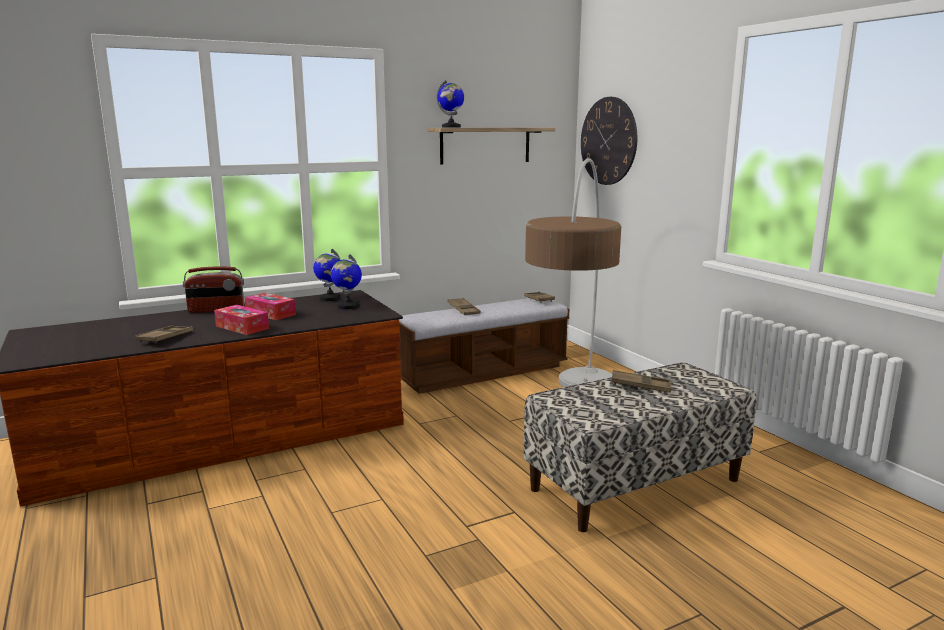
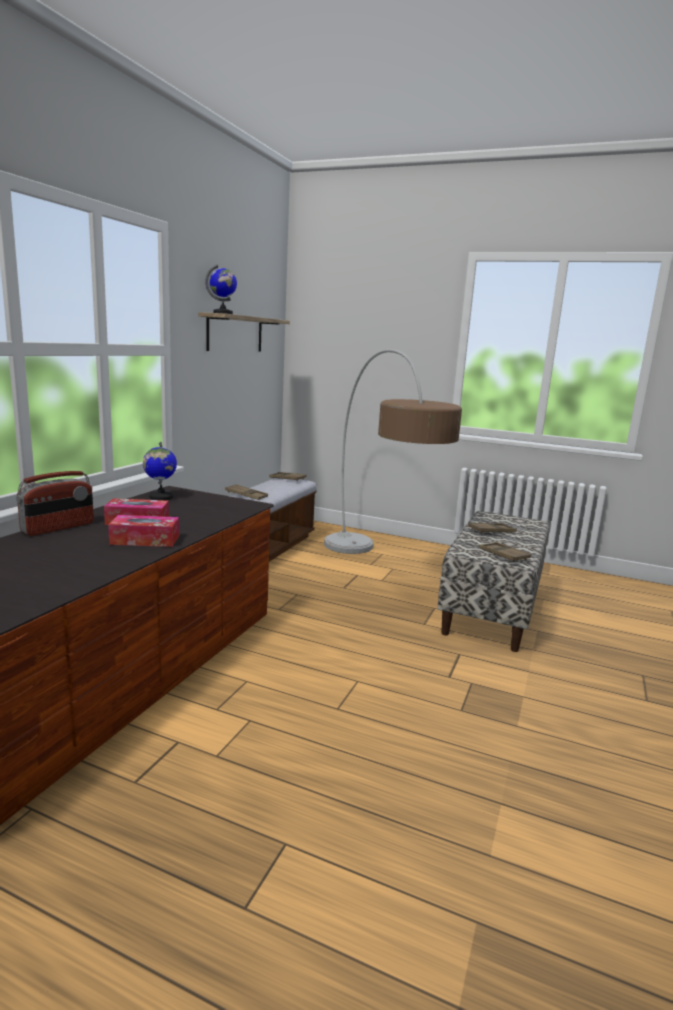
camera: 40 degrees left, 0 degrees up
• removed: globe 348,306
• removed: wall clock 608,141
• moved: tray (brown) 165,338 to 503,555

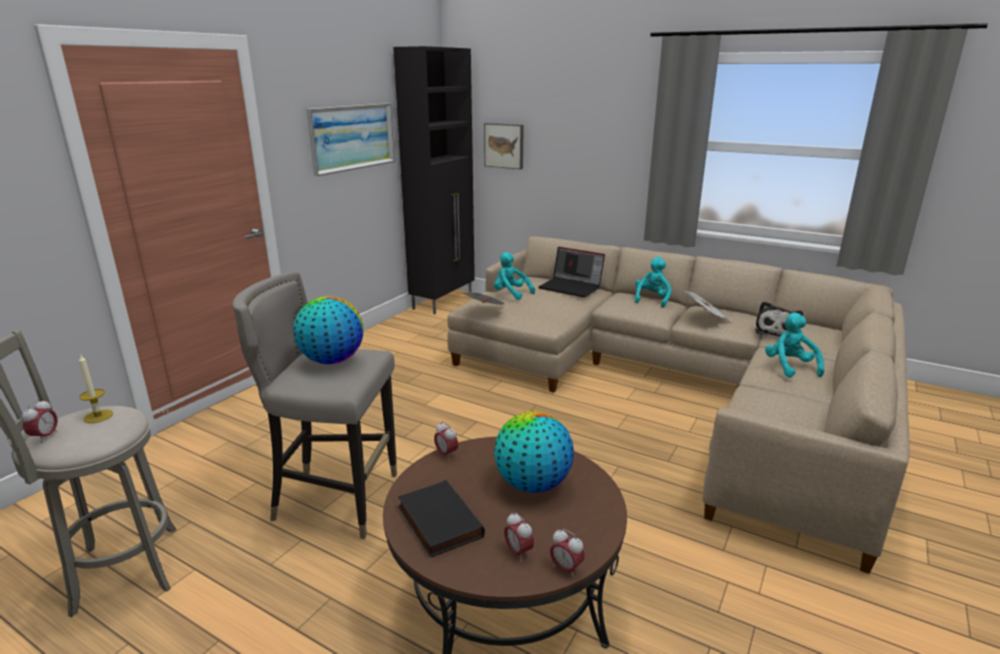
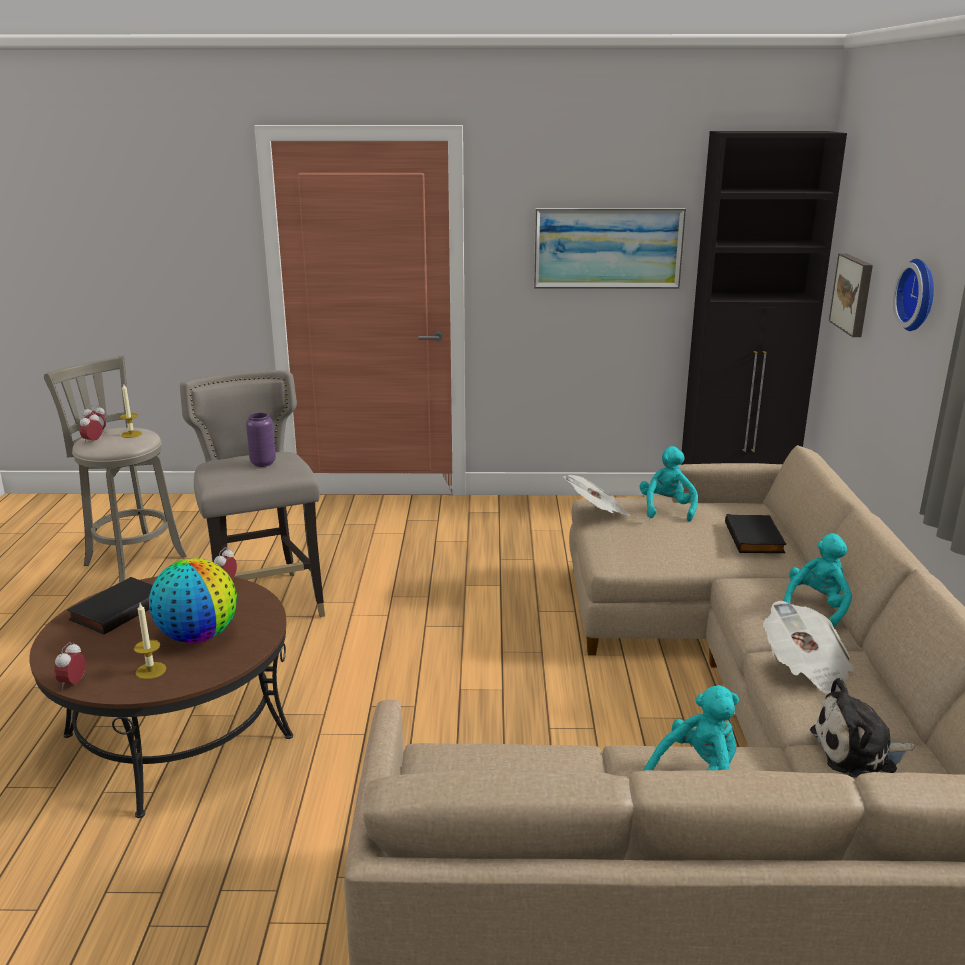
camera: 60 degrees right, 0 degrees up
• added: candle 151,670
• added: wall clock 919,295
• moved: alarm clock 518,552 to 93,441
• replaced: globe 332,360 to vase (purple) 263,463
• replaced: laptop 571,287 to book (black) 755,538
• turned: plush toy (turquoise) 652,299 = 816,608 45 degrees counterclockwise

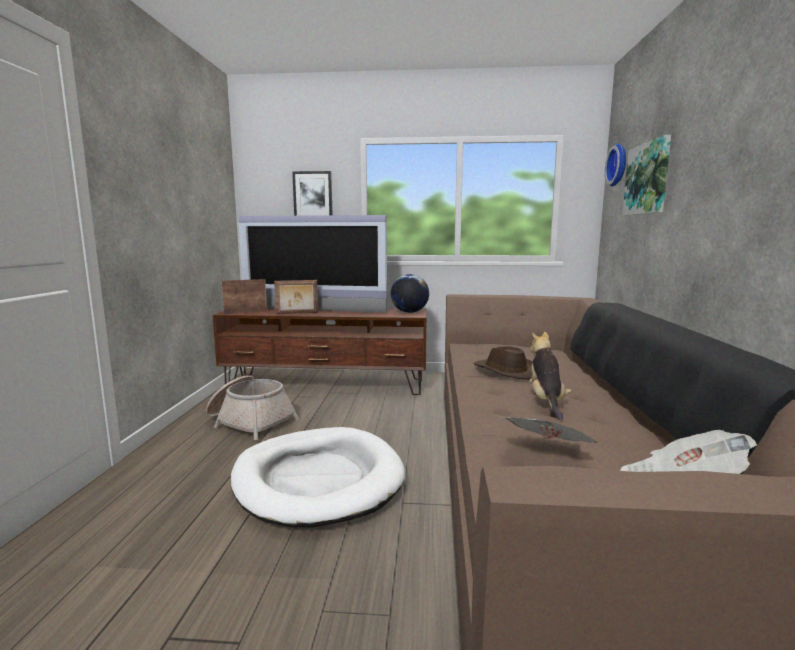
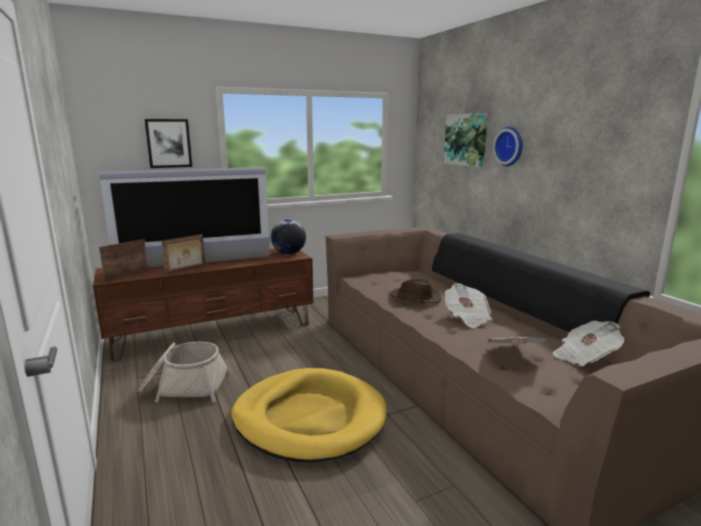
camera: 30 degrees left, 5 degrees up
• moved: wall clock 619,165 to 510,146
• replaced: plush toy 546,401 to newspaper 467,317
• recoloured: dog bed (white) 318,480 to dog bed (yellow) 309,418

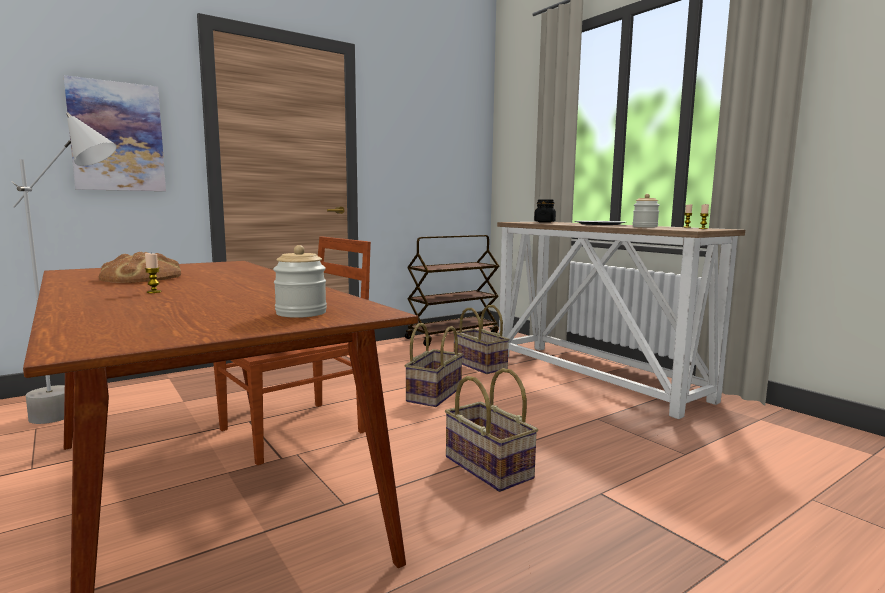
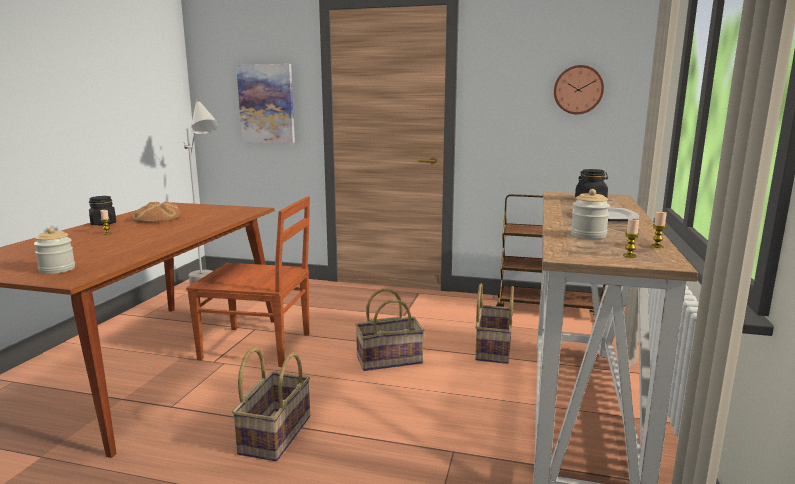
camera: 50 degrees right, 5 degrees up
• added: jar (black) 103,223
• added: wall clock 578,90

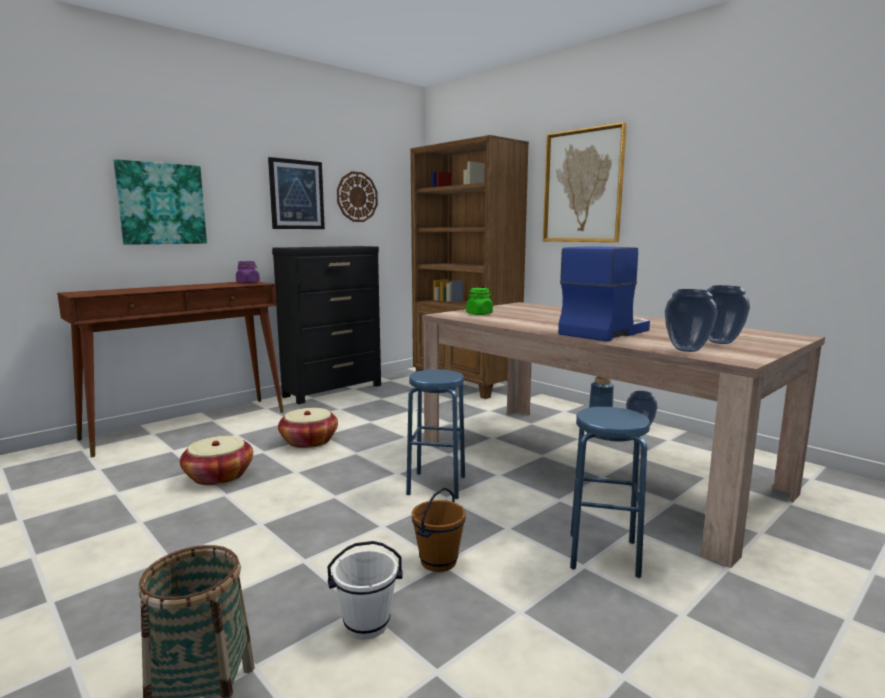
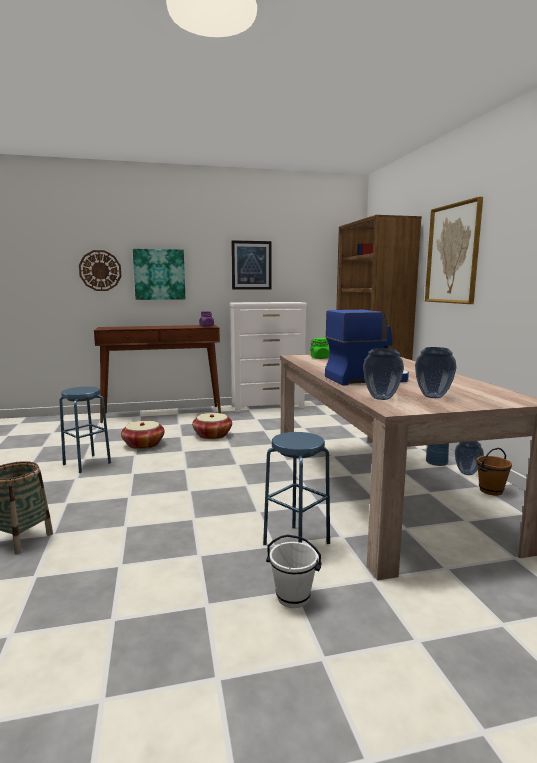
camera: 30 degrees right, 0 degrees up
• moved: bucket (white) 367,624 to 293,597
• moved: wall clock 357,197 to 100,270
• moved: stool (blue) 436,485 to 87,463
• moved: bucket (brown) 438,561 to 490,490
• recoloured: dresser (black) 334,391 to dresser (white) 268,407

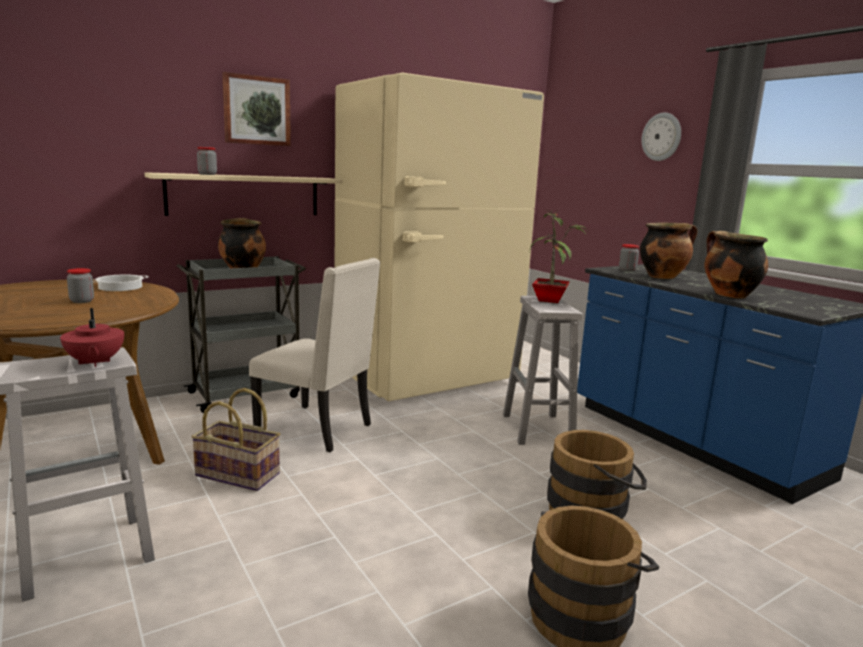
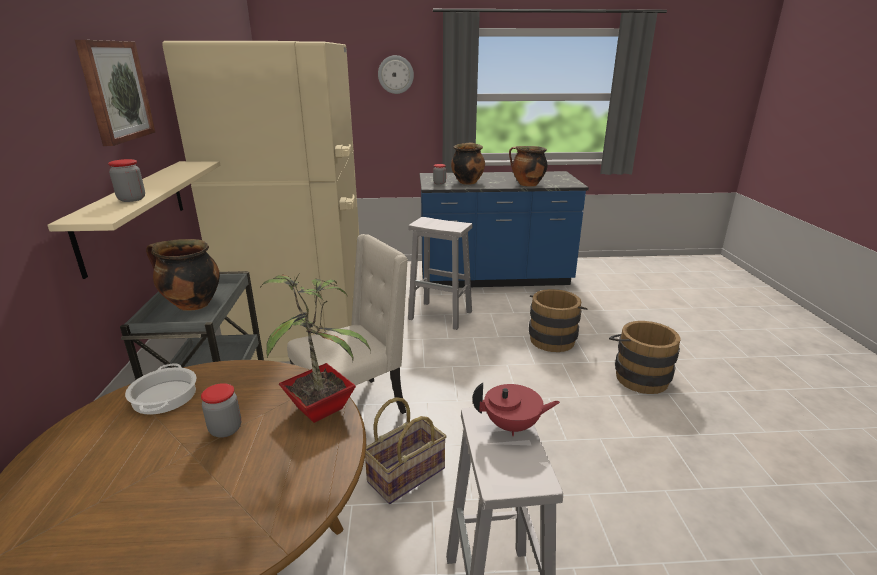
camera: 60 degrees left, 10 degrees up
• moved: potted plant 551,300 to 322,407

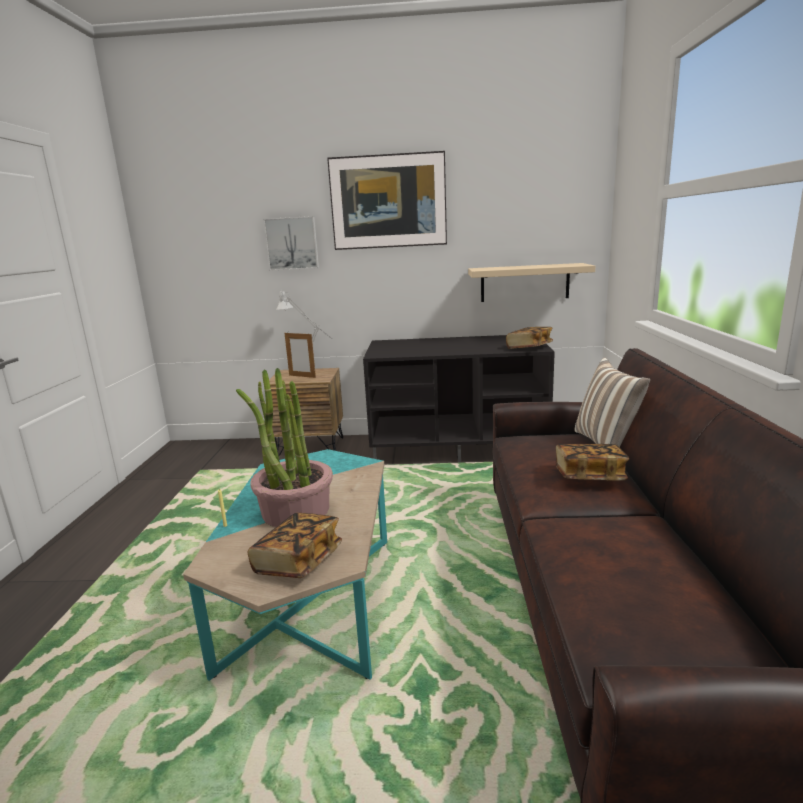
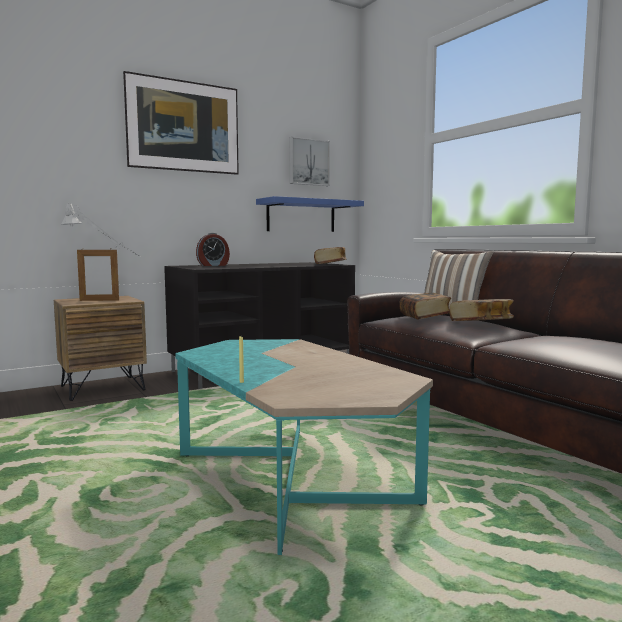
camera: 35 degrees left, 10 degrees down
• removed: potted plant 295,511
• added: alarm clock 213,265
• moved: book 298,561 to 425,317
• moved: picture 292,243 to 308,162
• recoloured: shelf (beige) 524,282 to shelf (blue) 301,216

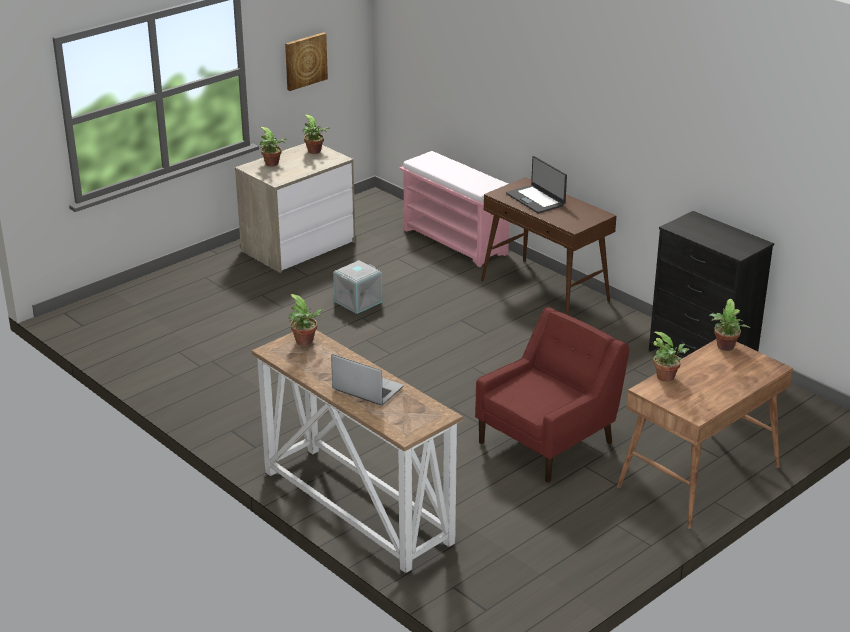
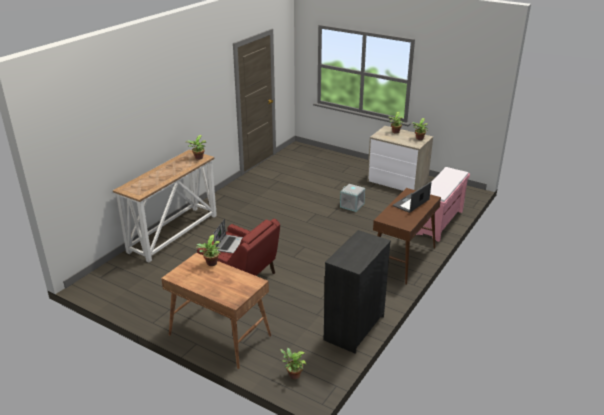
camera: 75 degrees right, 0 degrees up
• removed: picture 305,61
• moved: laptop 366,389 to 229,244
• moved: potted plant 725,348 to 293,375

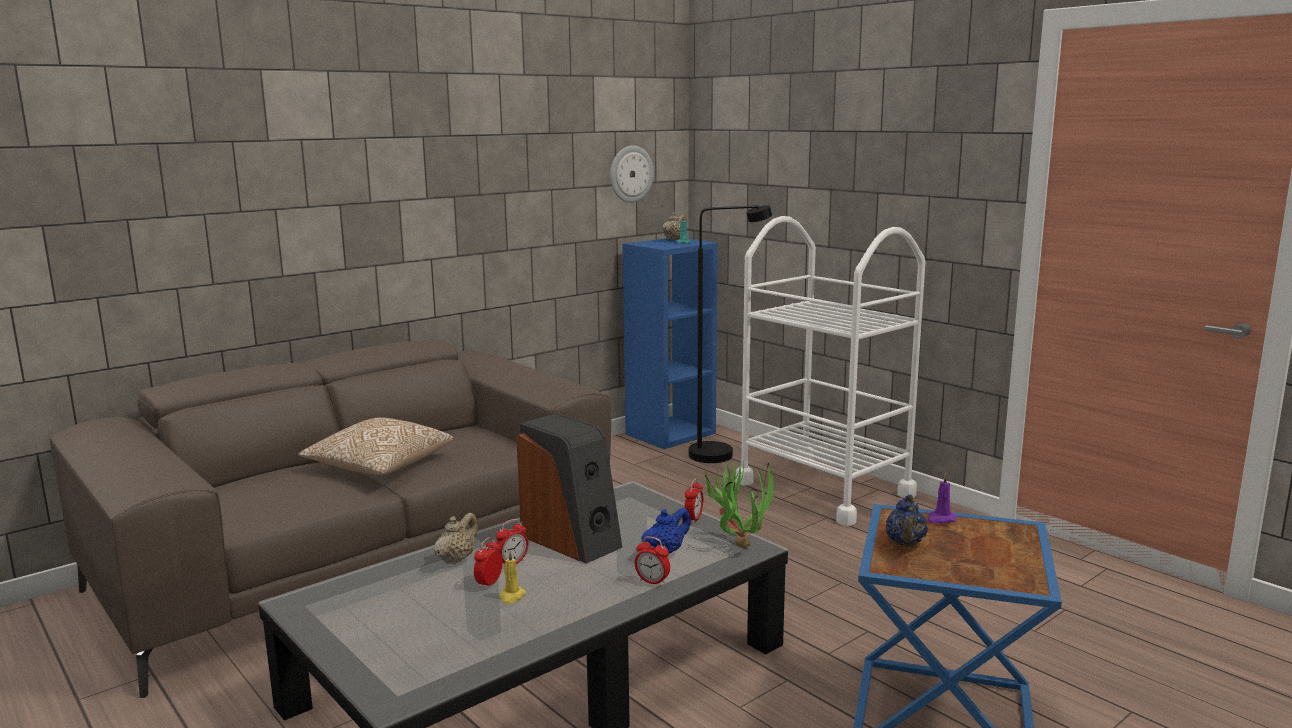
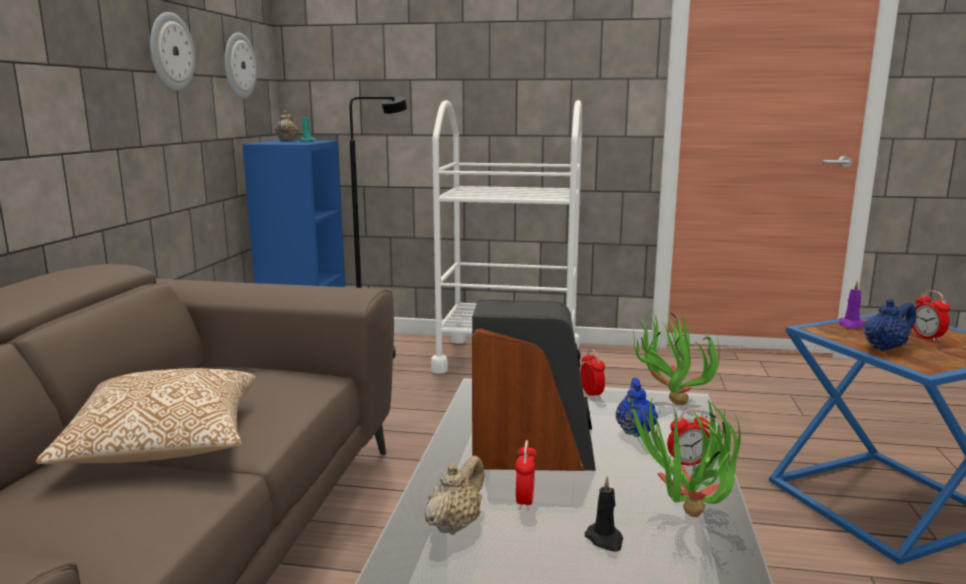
camera: 40 degrees left, 0 degrees up
• added: wall clock 170,52
• added: potted plant 684,520
• moved: alarm clock 489,583 to 927,337
• recoloured: candle (yellow) 511,596 to candle (black) 605,539
• turned: teapot (beige) 457,559 = 455,524 45 degrees clockwise
• turned: teapot (blue) 905,544 = 885,347 90 degrees counterclockwise

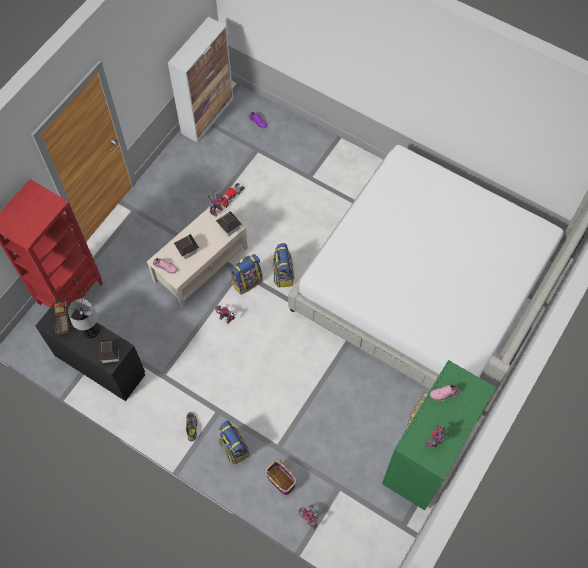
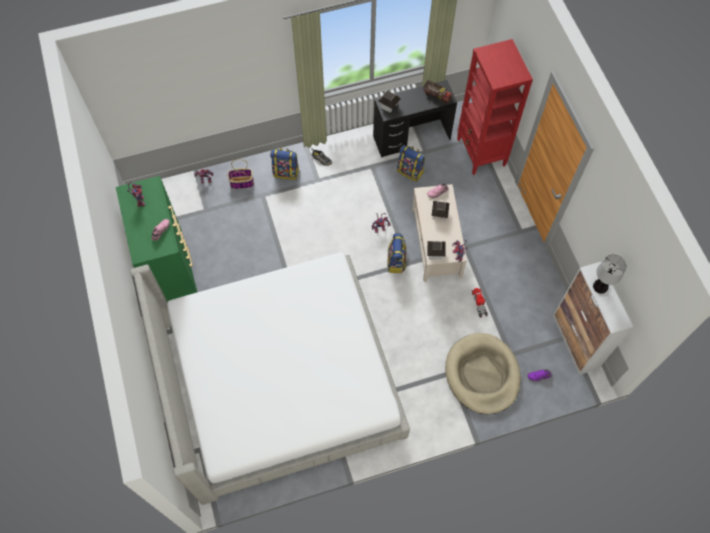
camera: 130 degrees right, 0 degrees up
• added: dog bed (beige) 482,374
• moved: table lamp 90,331 to 600,286
• moved: backpack 283,274 to 410,171

